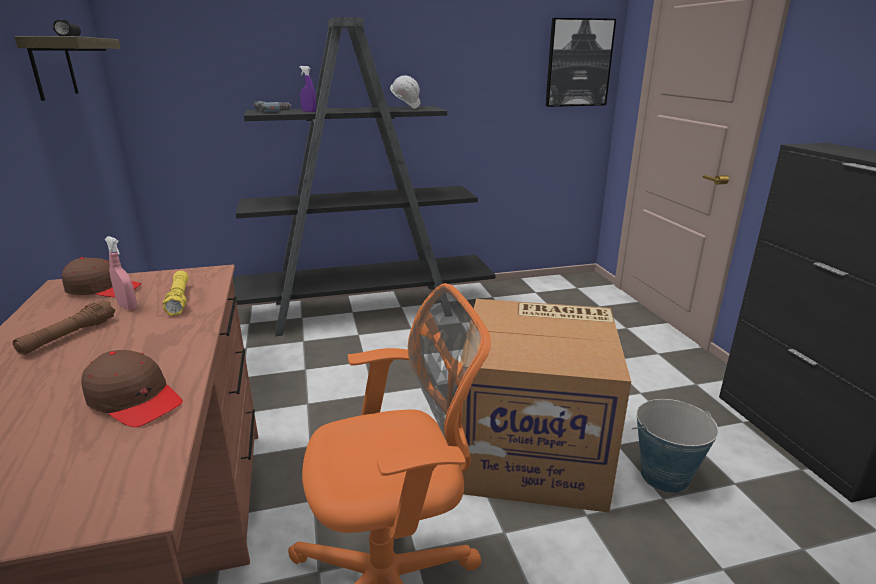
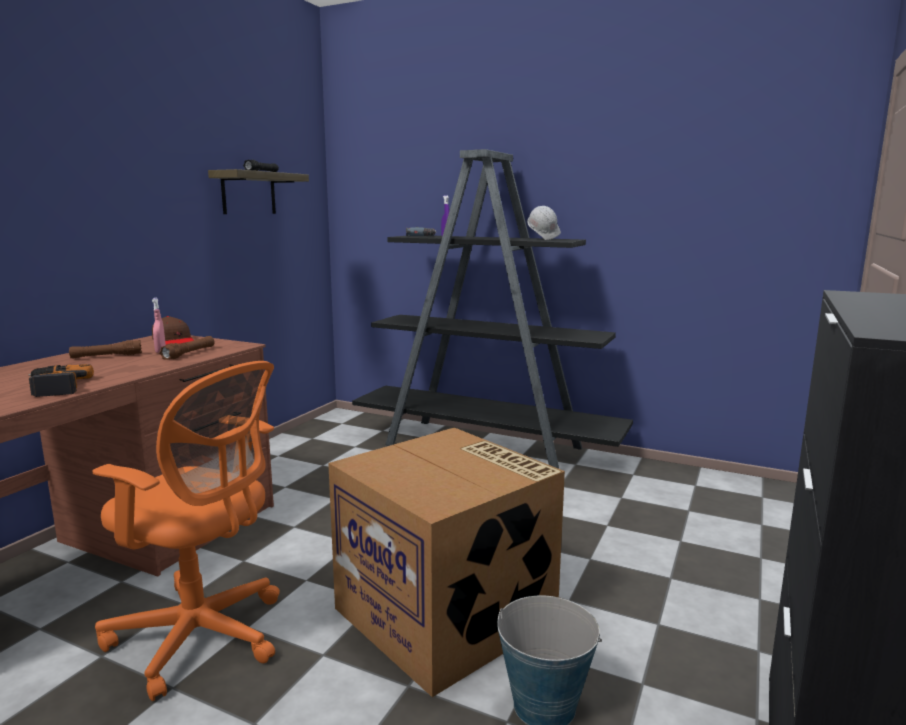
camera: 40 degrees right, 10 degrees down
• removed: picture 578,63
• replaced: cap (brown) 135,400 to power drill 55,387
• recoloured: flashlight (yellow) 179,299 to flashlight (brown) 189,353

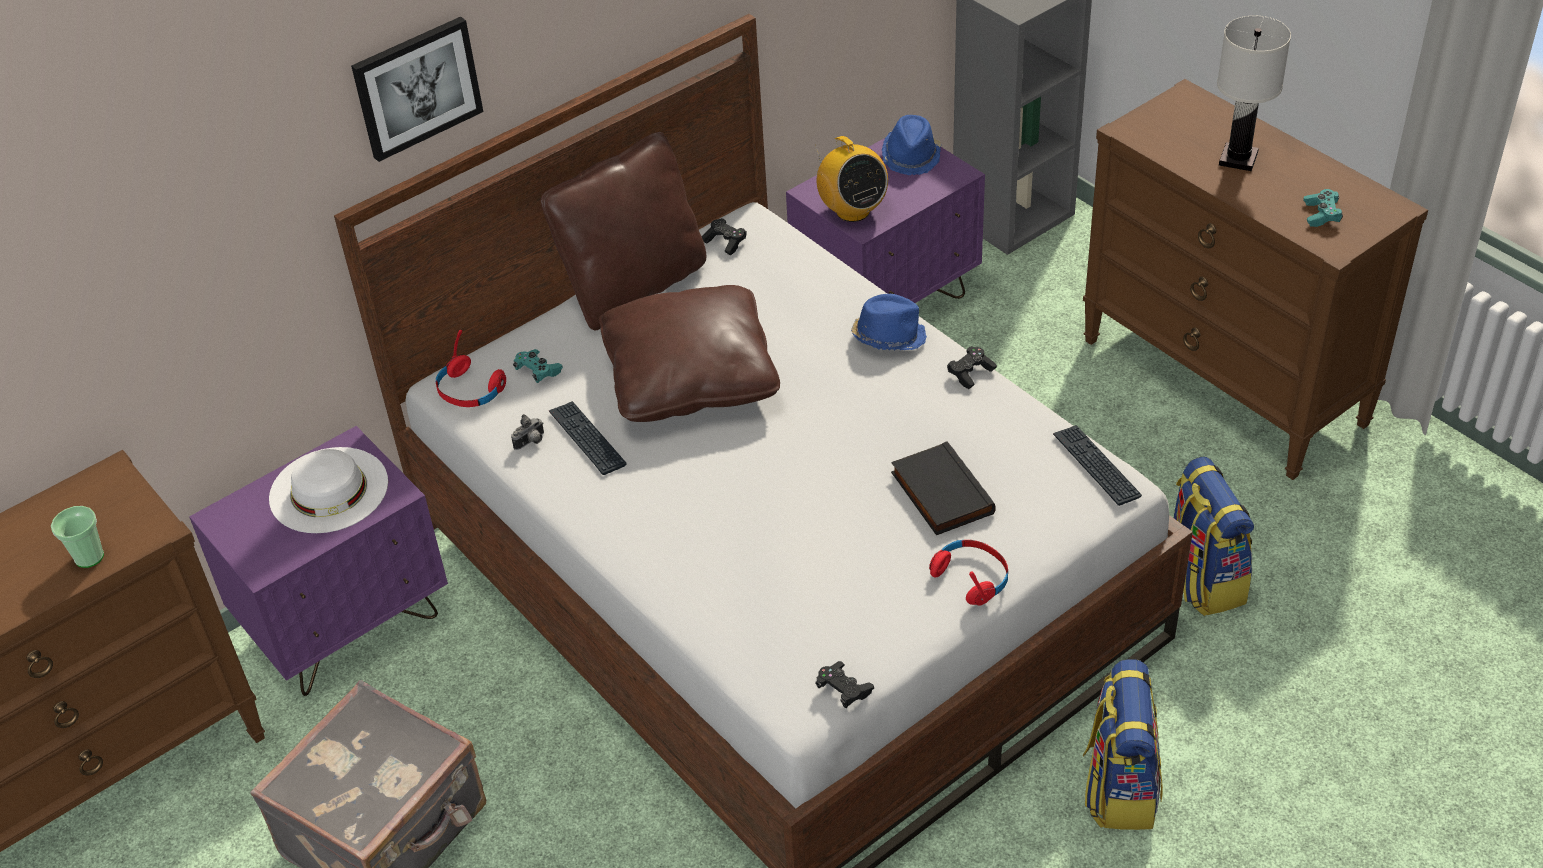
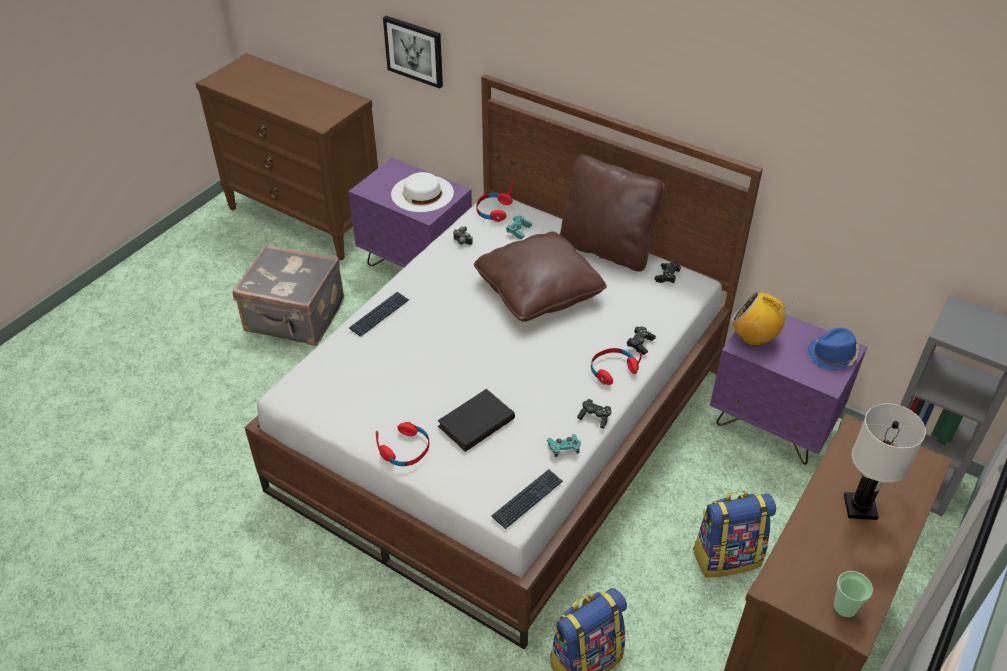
camera: 70 degrees right, 0 degrees up
• moved: cup 89,557 to 845,607
• moved: picture 416,87 to 414,51
• moved: keyboard 587,439 to 379,315
• moved: game controller (black) 844,690 to 640,344
• moved: backpack 1119,787 to 726,556
• moved: game controller (turquoise) 1321,215 to 564,449
• replaced: hat (blue) 888,337 to headphones (red) 612,370
• turned: radio 852,211 = 753,337 75 degrees clockwise

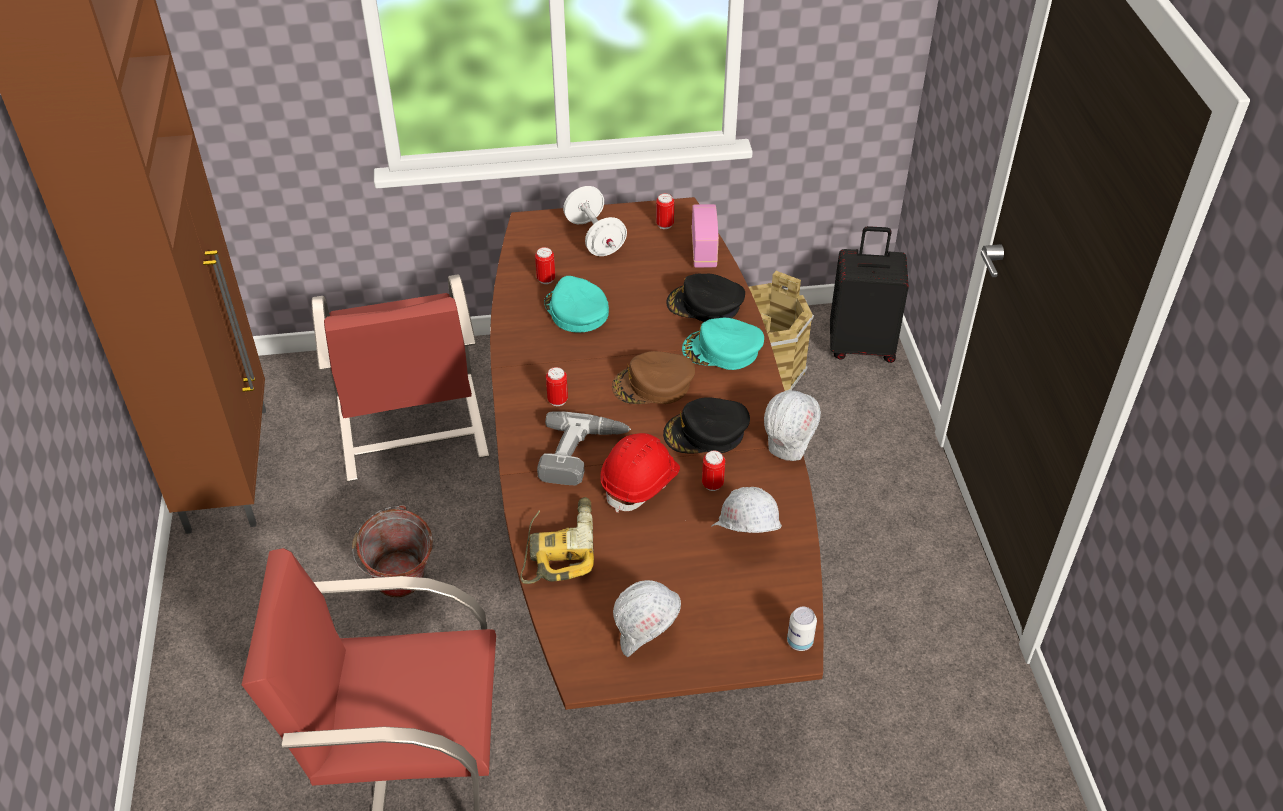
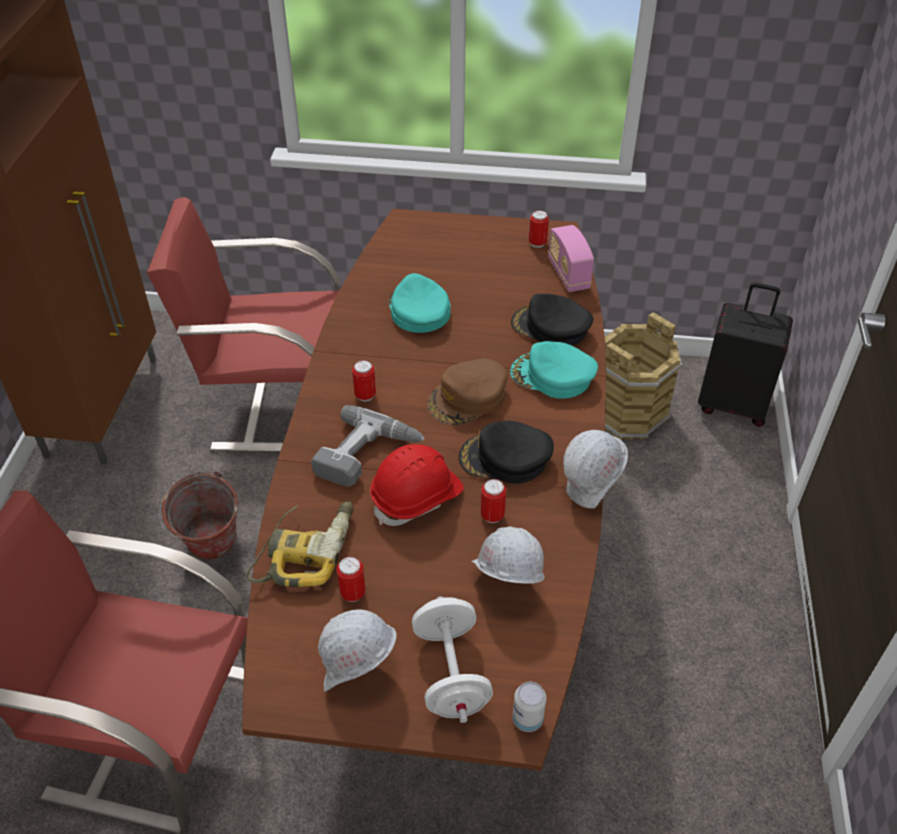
camera: 15 degrees right, 0 degrees up
• moved: can 546,279 to 353,593
• moved: dumbbell (white) 595,237 to 451,673
• turned: chair (red) 411,429 = 275,402 90 degrees clockwise
• turned: cap (brown) 653,385 = 468,398 45 degrees counterclockwise
• turned: radio 704,251 = 568,274 150 degrees clockwise

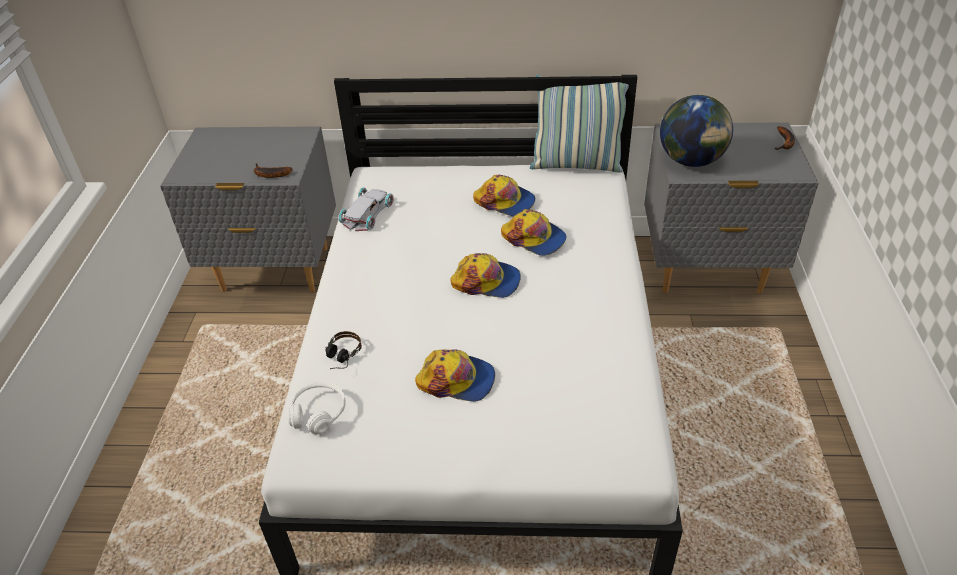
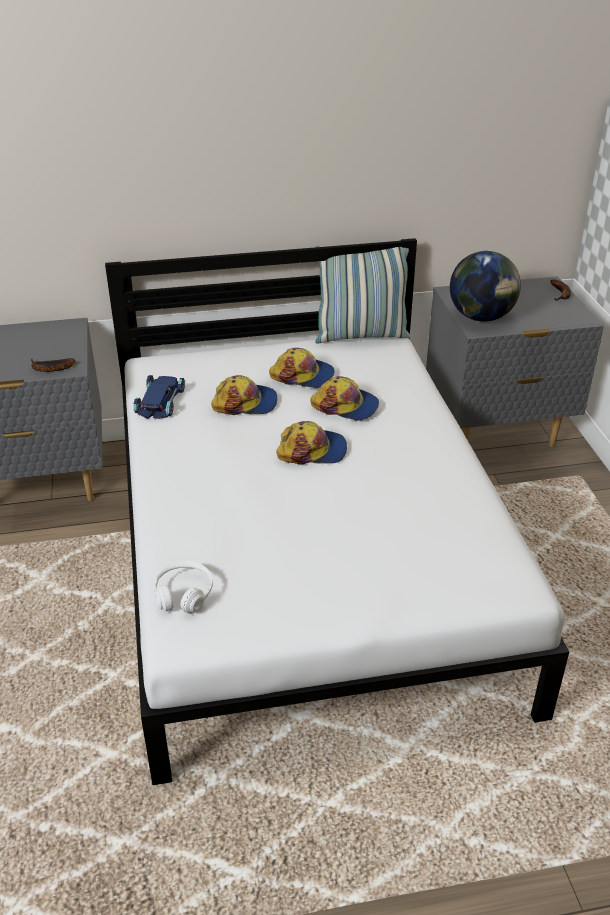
camera: 15 degrees left, 5 degrees down
• removed: headphones 340,358
• moved: cap 457,380 to 245,403
• recoloured: toy car (white) 368,213 to toy car (blue) 161,401

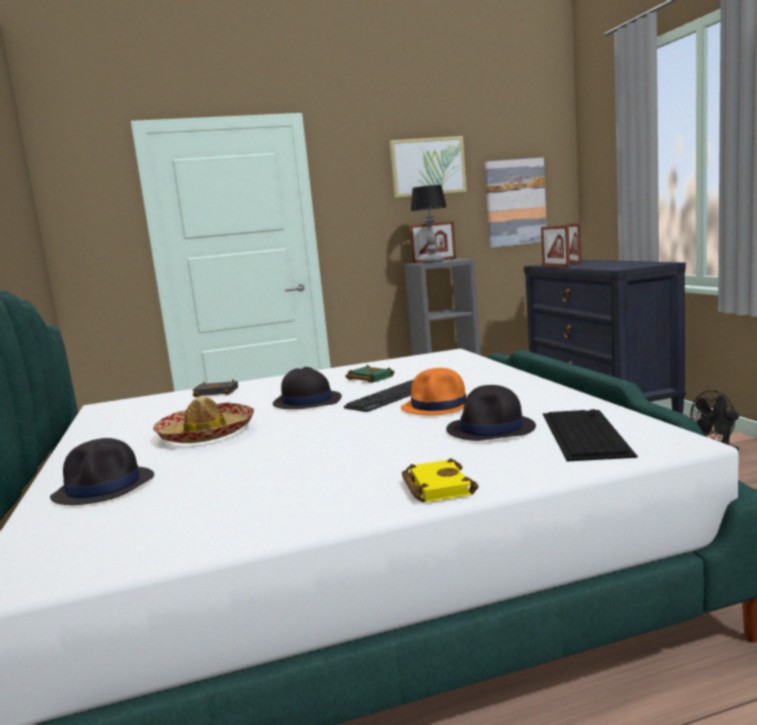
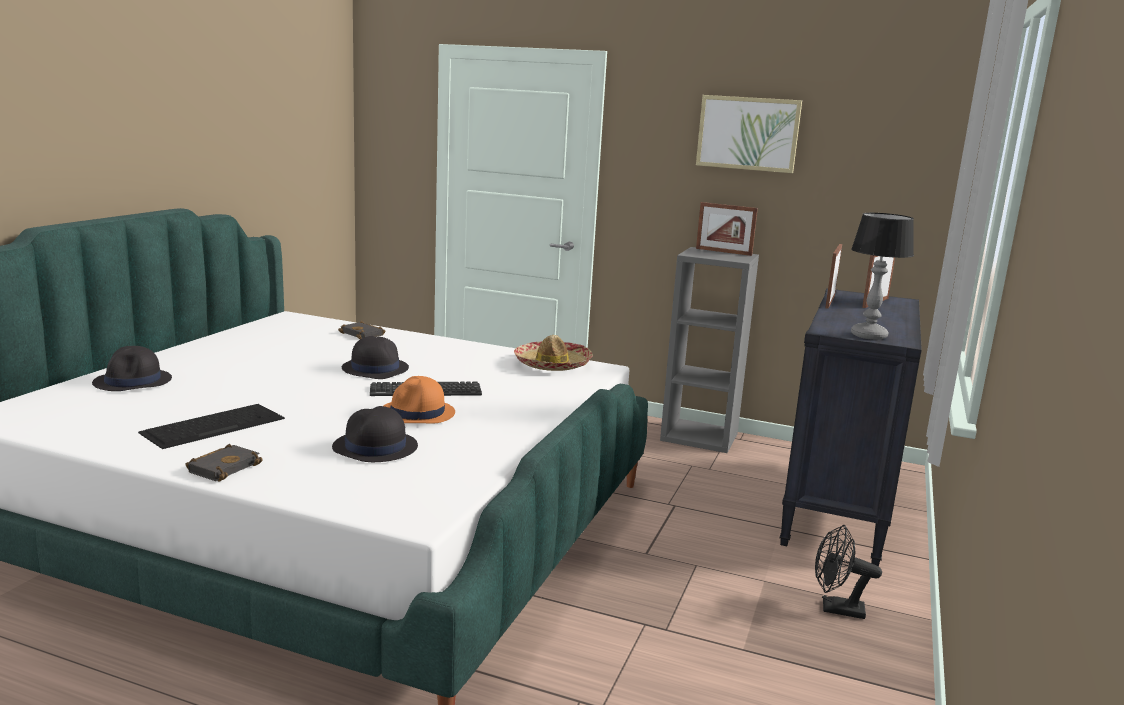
camera: 35 degrees right, 5 degrees up
• removed: book (green) 368,378
• removed: picture 515,203
• moved: hat 206,434 to 552,364
• moved: table lamp 433,262 to 869,336
• moved: keyboard 583,433 to 214,425
• recoloured: book (yellow) 435,487 to book (black) 224,467

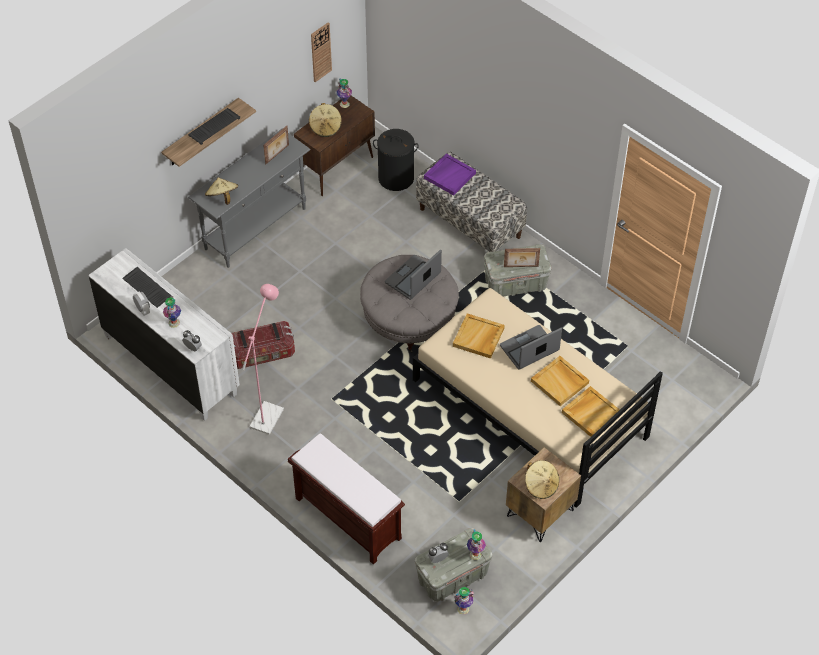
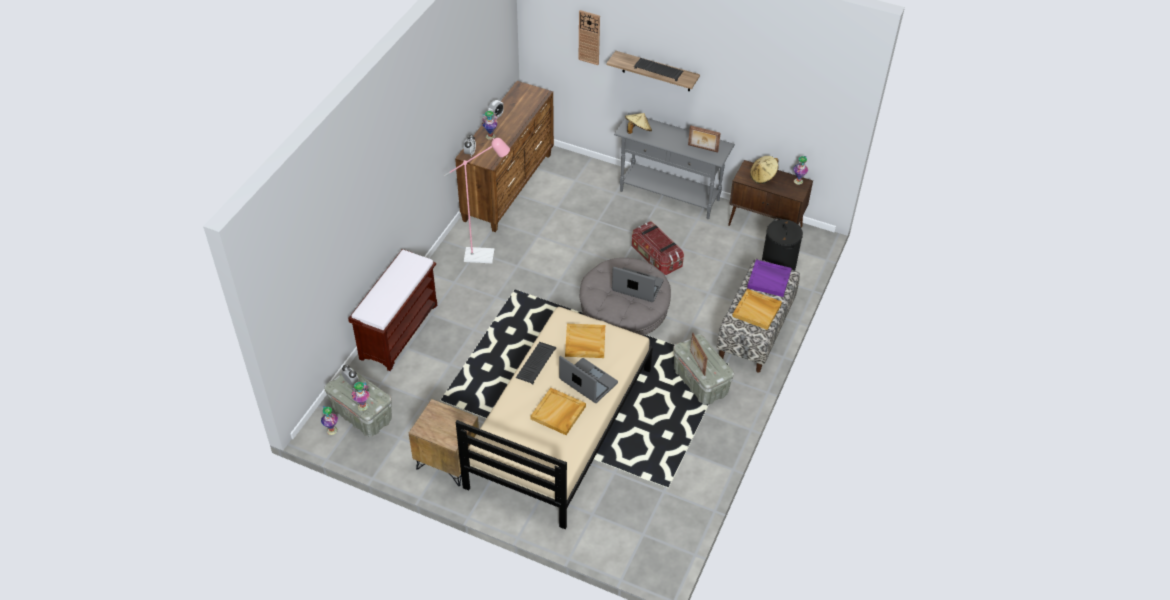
camera: 70 degrees right, 5 degrees down
• removed: hat (beige) 541,485
• moved: keyboard 146,288 to 536,363
• moved: storage box 262,354 to 655,257
• moved: wall clock 320,52 to 589,37
• moved: tray (beige) 591,412 to 757,310
• recoloured: dresser (white) 170,364 to dresser (brown) 508,187

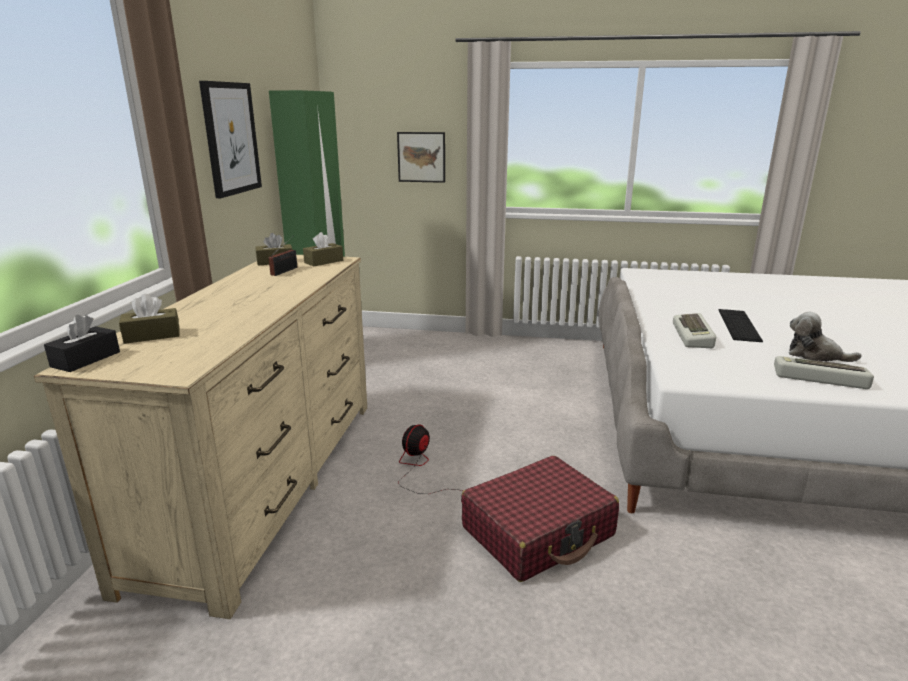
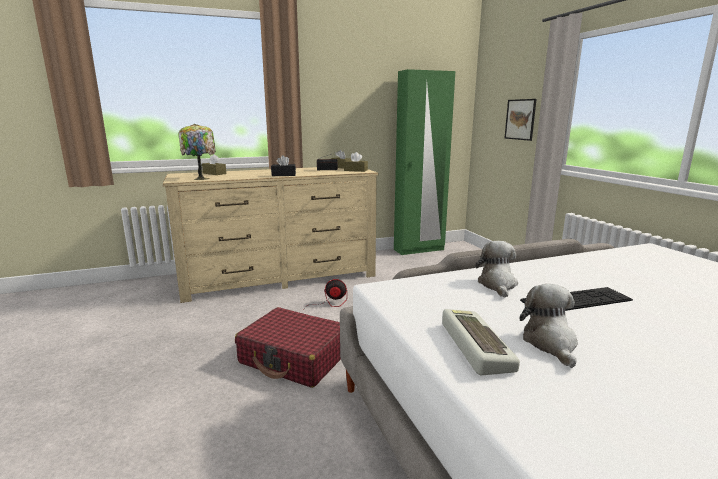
camera: 60 degrees right, 5 degrees down
• removed: picture 230,138
• added: table lamp 201,178
• moved: tissue box (black) 86,359 to 283,175
• replaced: keyboard 694,336 to plush toy 497,285

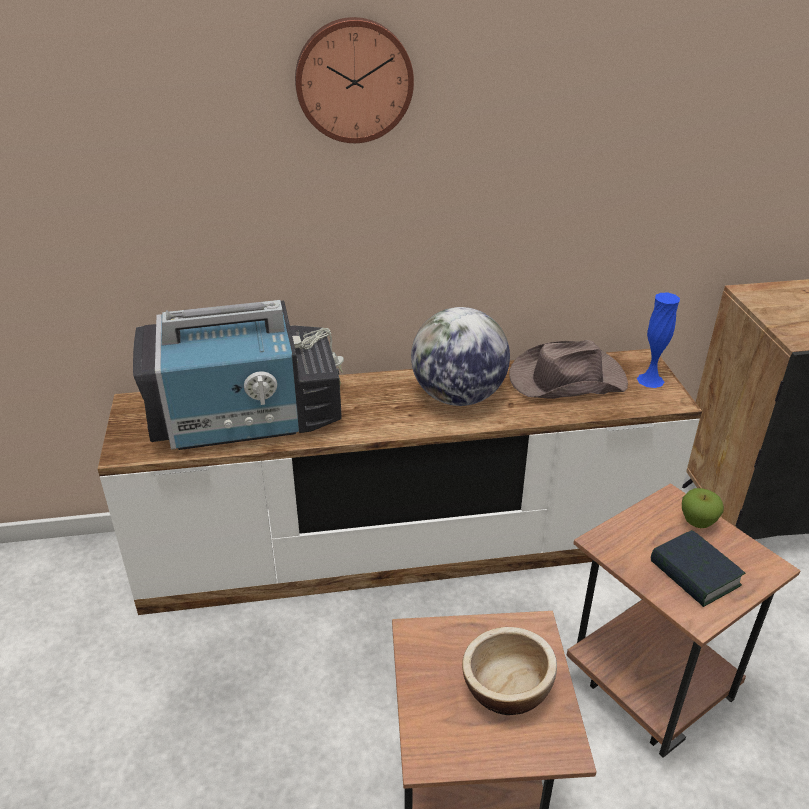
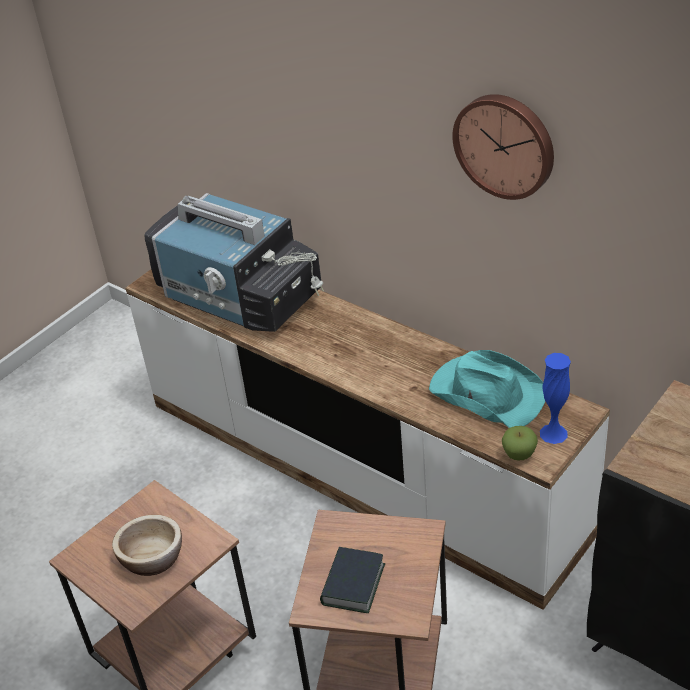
camera: 50 degrees right, 5 degrees up
• removed: globe 458,397
• moved: wall clock 353,80 to 505,144
• moved: apple 697,522 to 519,455
• recoloured: hat (brown) 565,379 to hat (turquoise) 486,393

